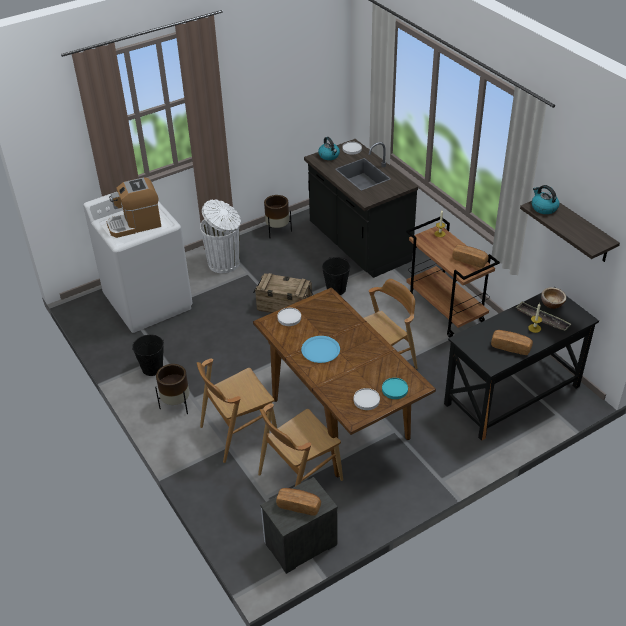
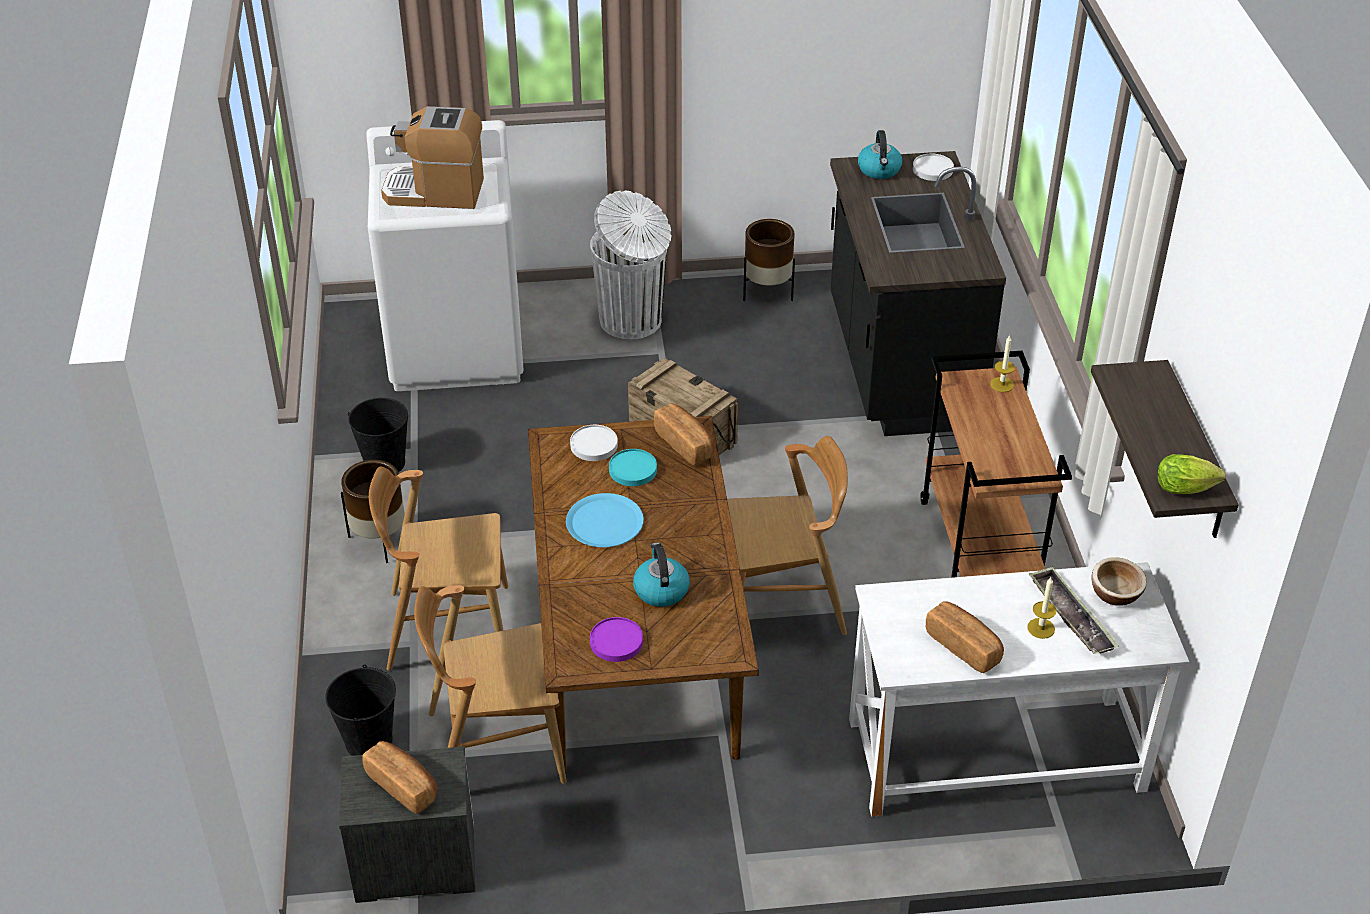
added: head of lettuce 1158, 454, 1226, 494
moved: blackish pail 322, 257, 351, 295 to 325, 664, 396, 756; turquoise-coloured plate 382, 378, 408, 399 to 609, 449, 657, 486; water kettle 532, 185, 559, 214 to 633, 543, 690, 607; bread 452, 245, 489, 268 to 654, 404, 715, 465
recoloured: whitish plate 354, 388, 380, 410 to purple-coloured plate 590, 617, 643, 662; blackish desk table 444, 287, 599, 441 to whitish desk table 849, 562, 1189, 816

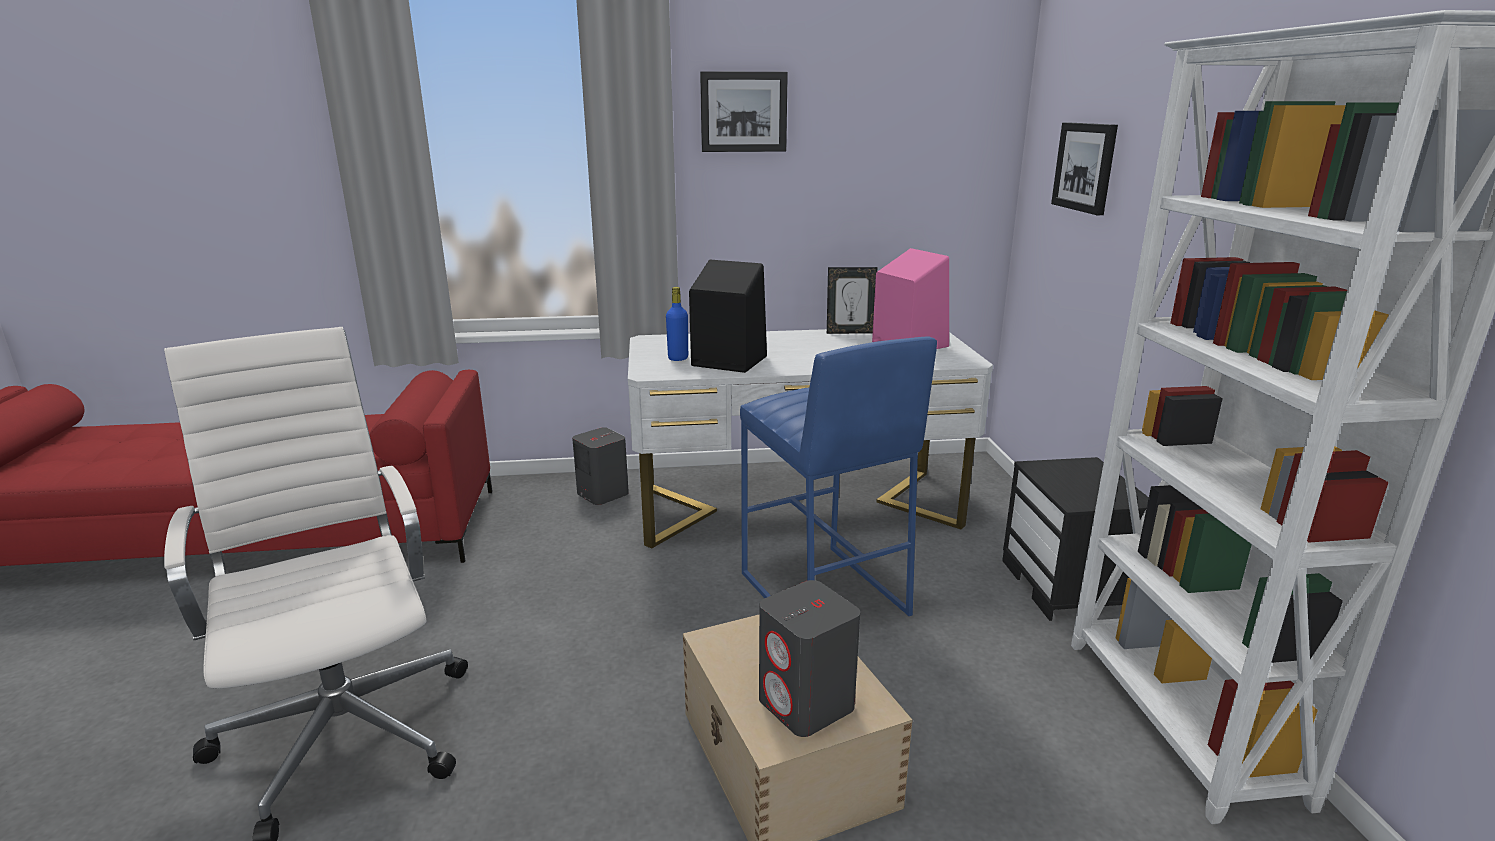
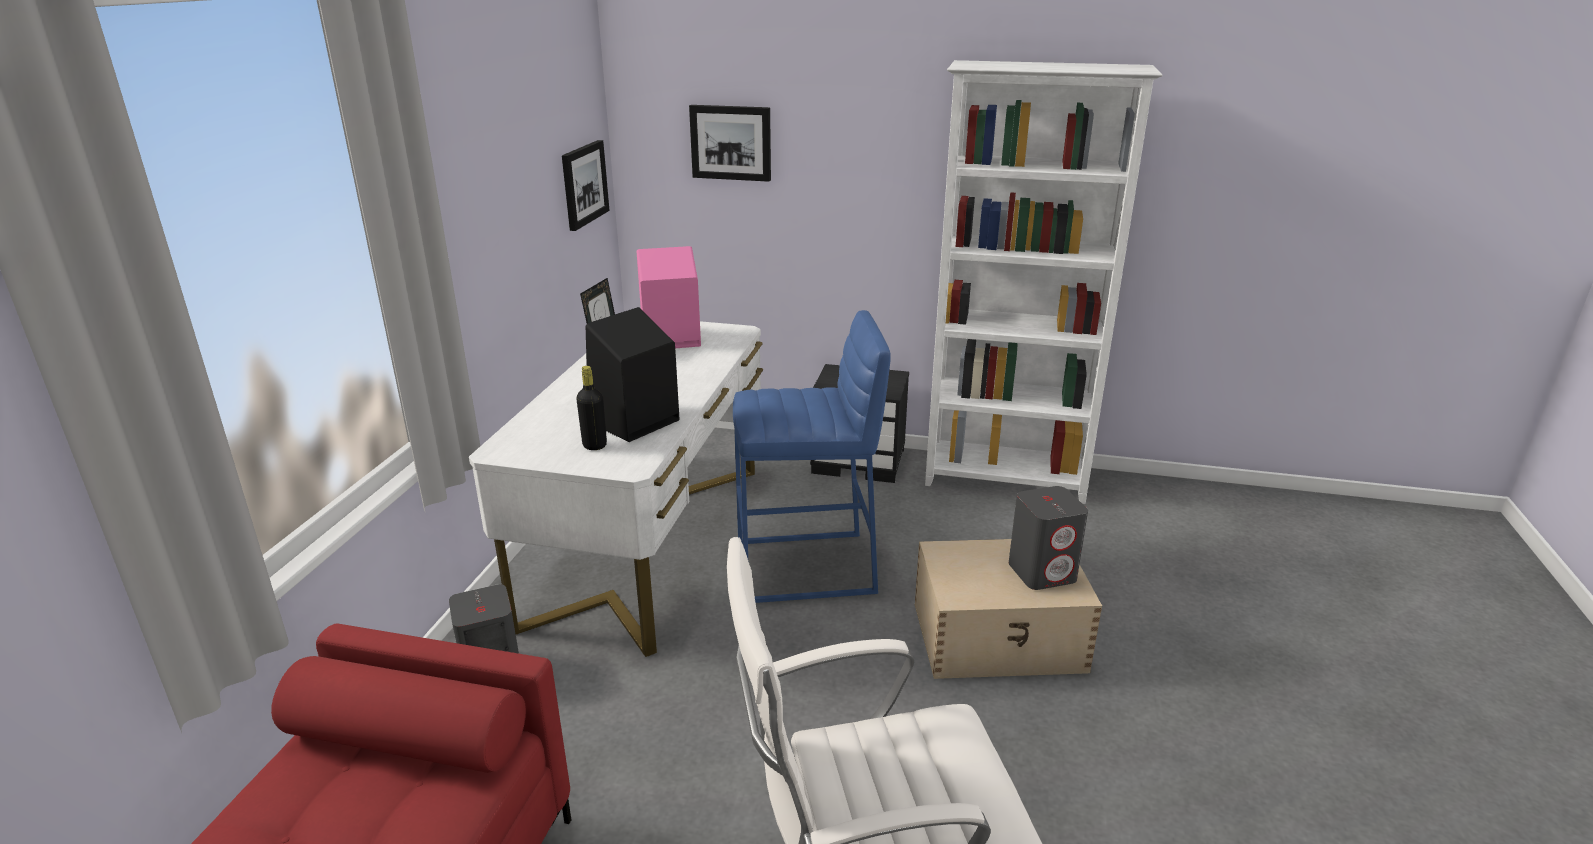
moved: wall art 700, 71, 788, 152 to 562, 140, 610, 231
recoloured: bluish bottle 666, 287, 688, 361 to blackish bottle 576, 366, 607, 450

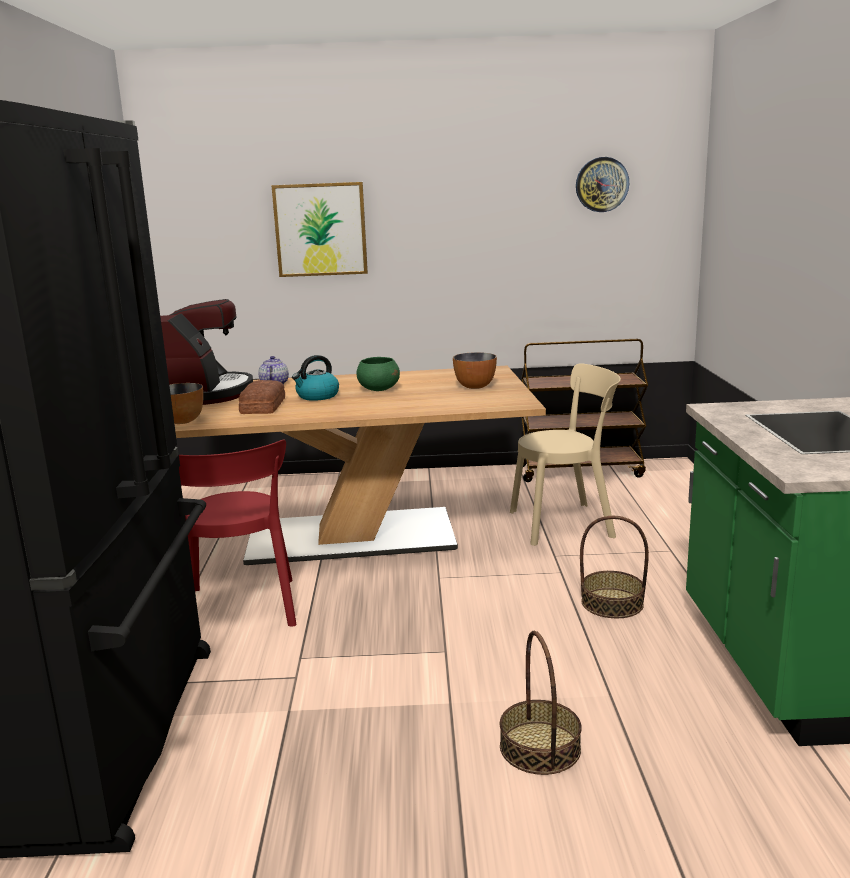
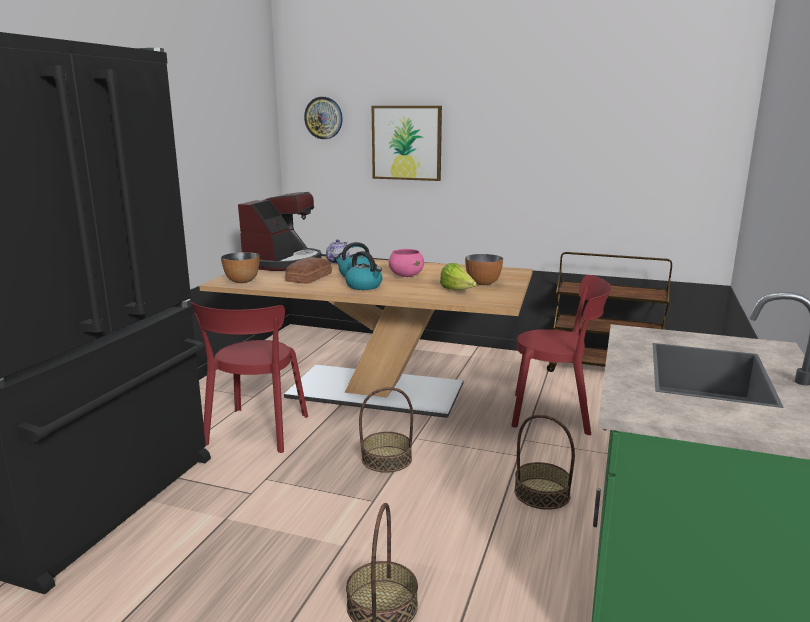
added: water kettle 345, 251, 382, 290; storage basket 359, 387, 413, 473; head of lettuce 440, 263, 477, 290
moved: clock on the wall 576, 157, 629, 212 to 304, 97, 343, 139
recoloured: green-coloured bowl 356, 357, 400, 391 to pink bowl 389, 249, 424, 277; beige-coloured upright chair 510, 364, 621, 546 to red upright chair 511, 275, 612, 435

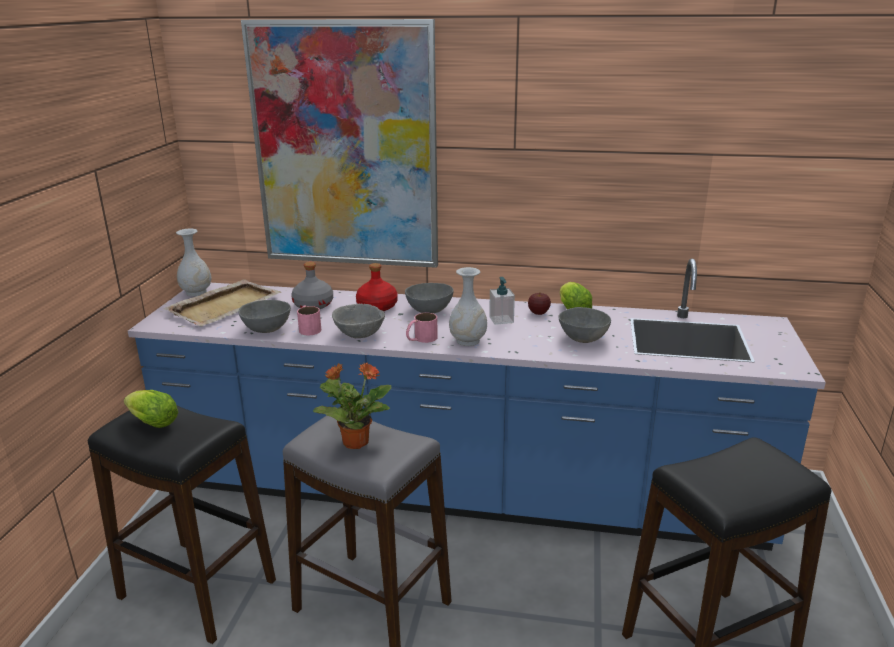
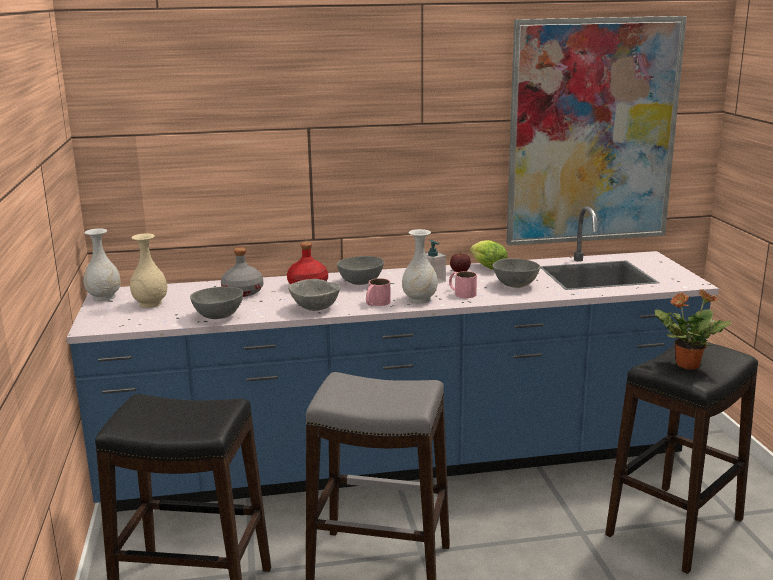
removed: head of lettuce 124, 390, 178, 428
moved: pink tea mug 297, 305, 321, 335 to 449, 271, 477, 298; wall art 241, 19, 438, 268 to 506, 16, 687, 246; plant in a pot 313, 362, 391, 449 to 655, 290, 732, 370
replaced: beige-coloured serving tray 163, 279, 281, 326 to beige-coloured vase 130, 233, 167, 308

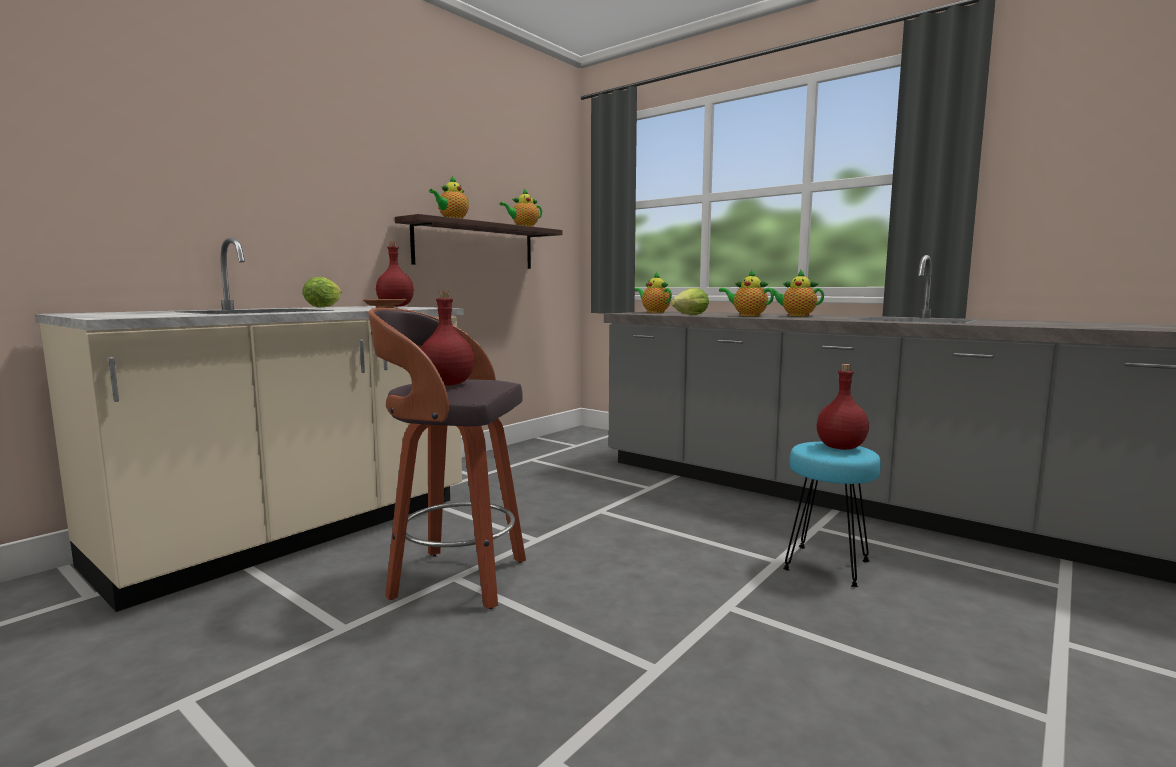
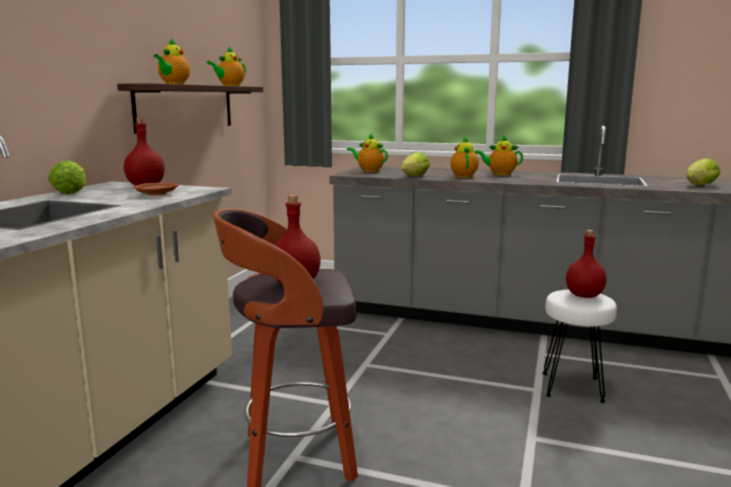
added: head of lettuce 687, 158, 720, 185
recoloured: turquoise-coloured stool seat 783, 442, 881, 587 to whitish stool seat 542, 290, 617, 403
turned: teapot 719, 269, 774, 316 = 450, 136, 479, 178 75 degrees clockwise

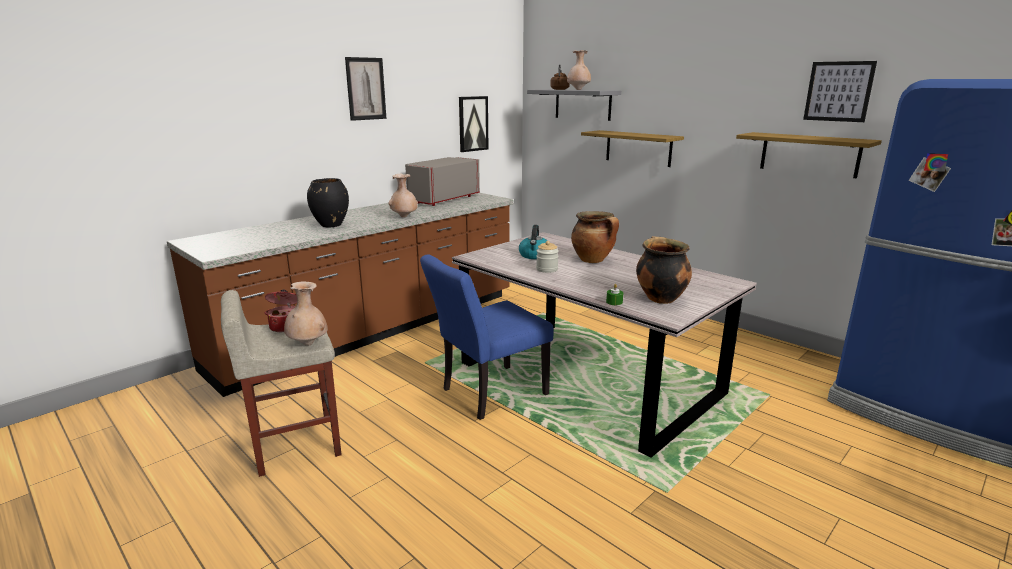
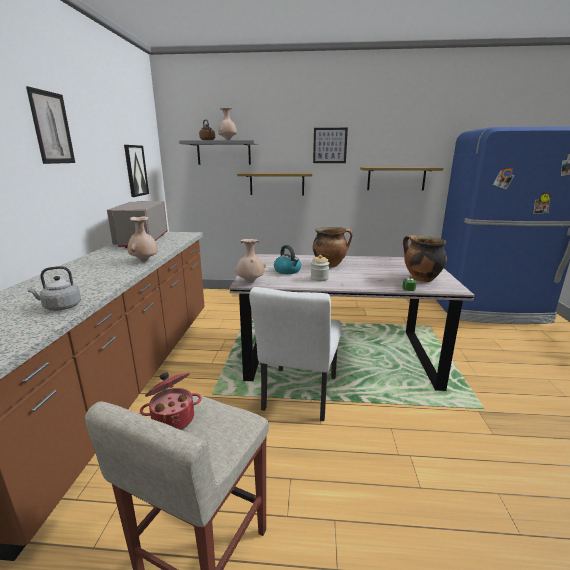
removed: blackish vase 307, 178, 349, 227
added: gray water kettle 27, 266, 81, 311
moved: beige-coloured vase 284, 281, 328, 346 to 235, 239, 266, 283; wall art 803, 61, 877, 122 to 313, 128, 348, 163
recoloured: bluish upright chair 420, 254, 553, 420 to whitish upright chair 249, 287, 341, 421

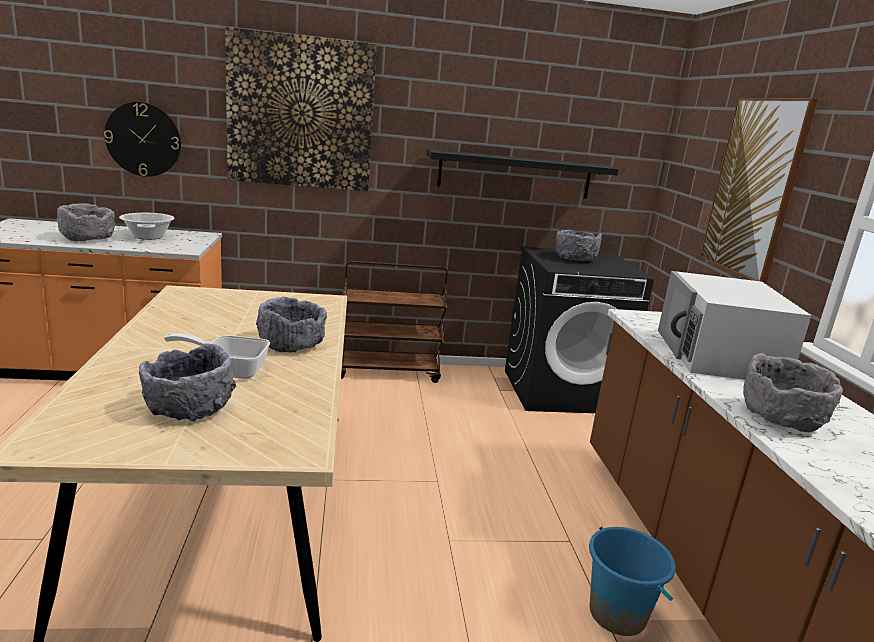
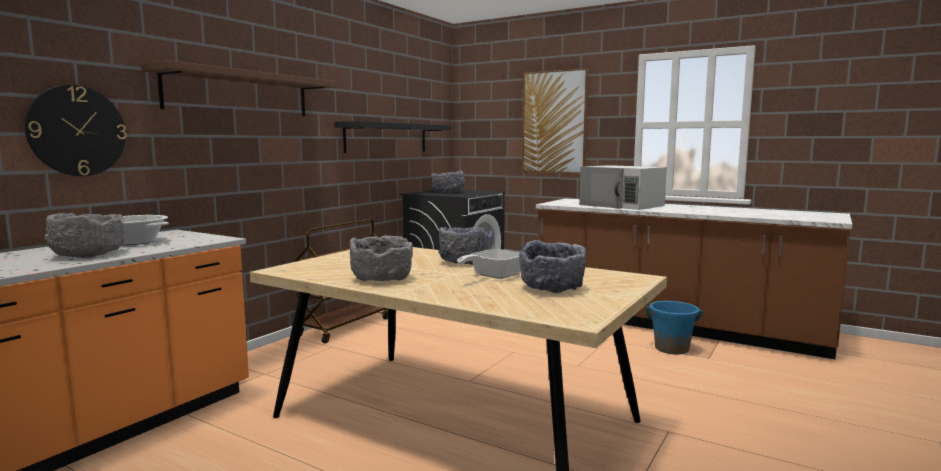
moved: gray bowl 743, 353, 843, 432 to 350, 236, 413, 281
replaced: wall art 225, 27, 377, 191 to brown bracket shelf 141, 60, 338, 116

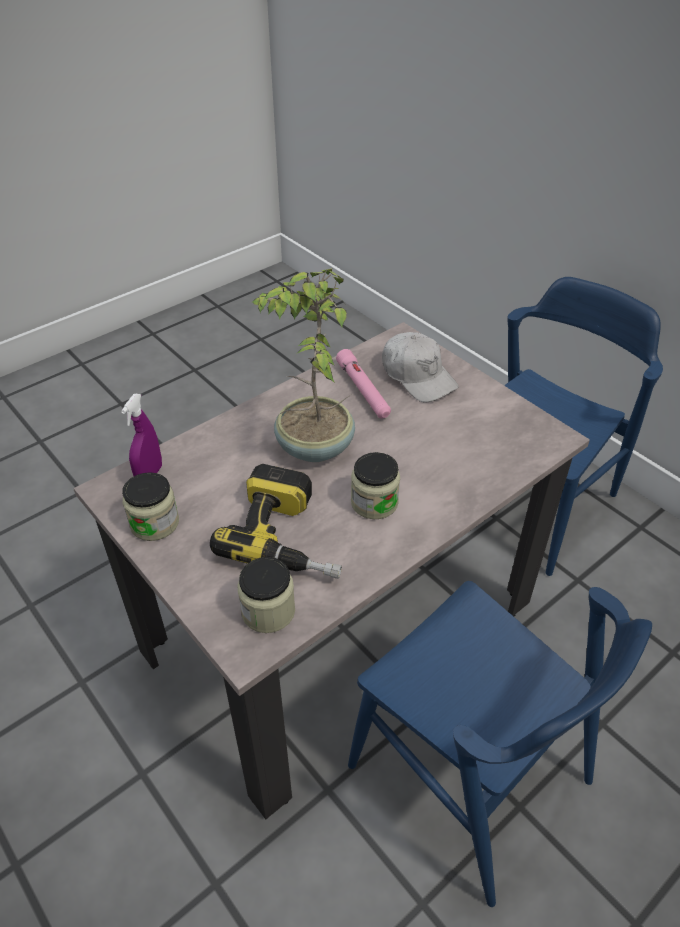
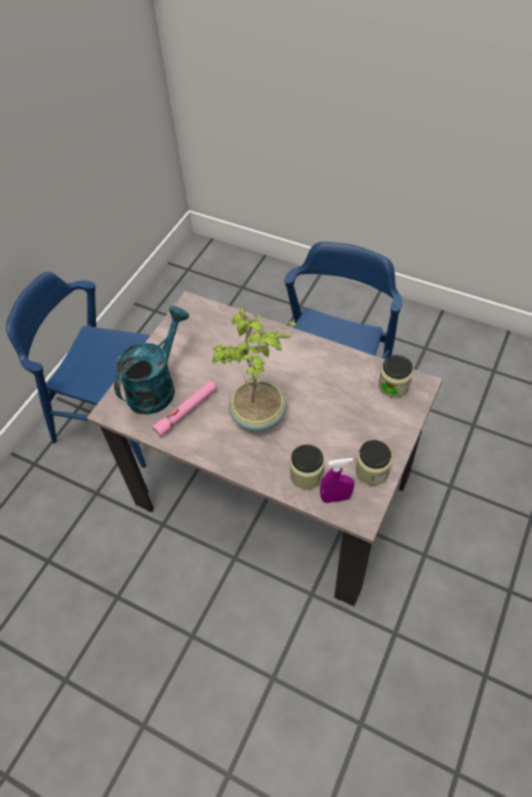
removed: electric drill 210, 464, 342, 579
moved: jar 351, 452, 400, 519 to 290, 444, 325, 490
replaced: whitish baseball cap 382, 332, 458, 402 to turquoise-coloured sprinkling can 114, 306, 189, 415

